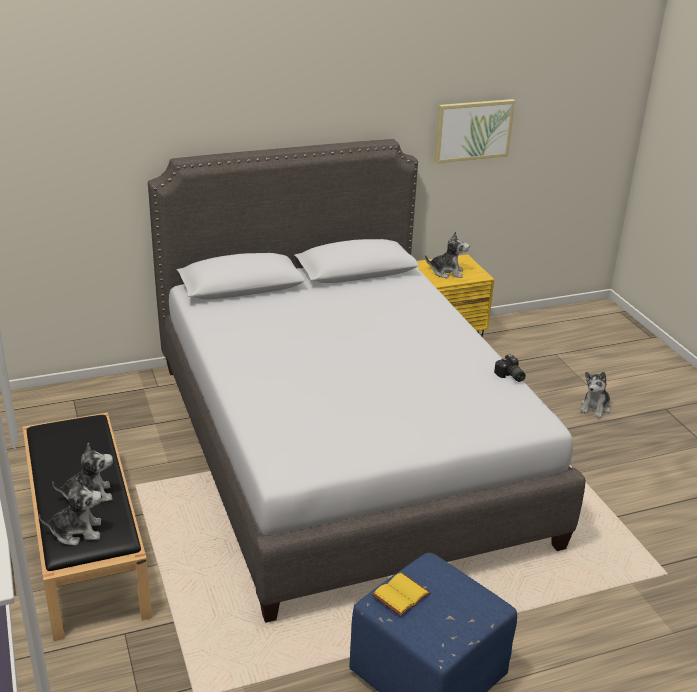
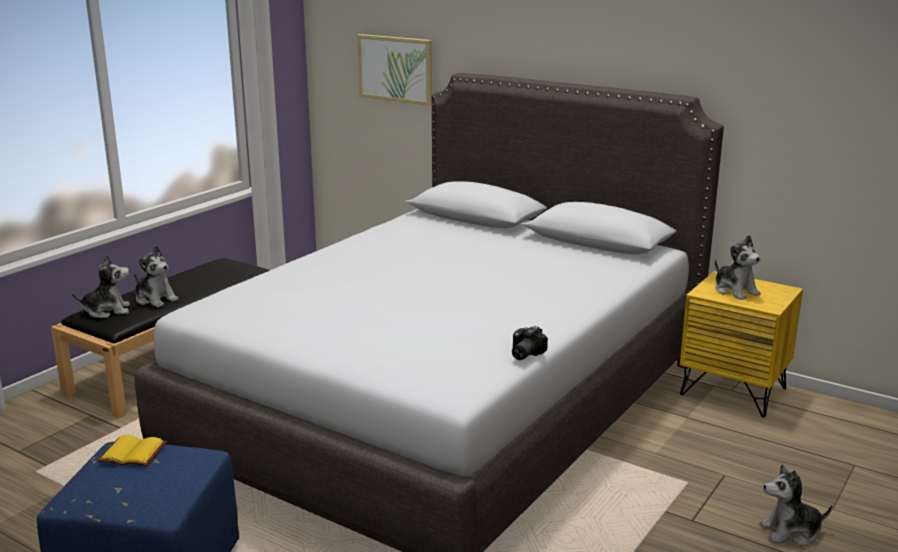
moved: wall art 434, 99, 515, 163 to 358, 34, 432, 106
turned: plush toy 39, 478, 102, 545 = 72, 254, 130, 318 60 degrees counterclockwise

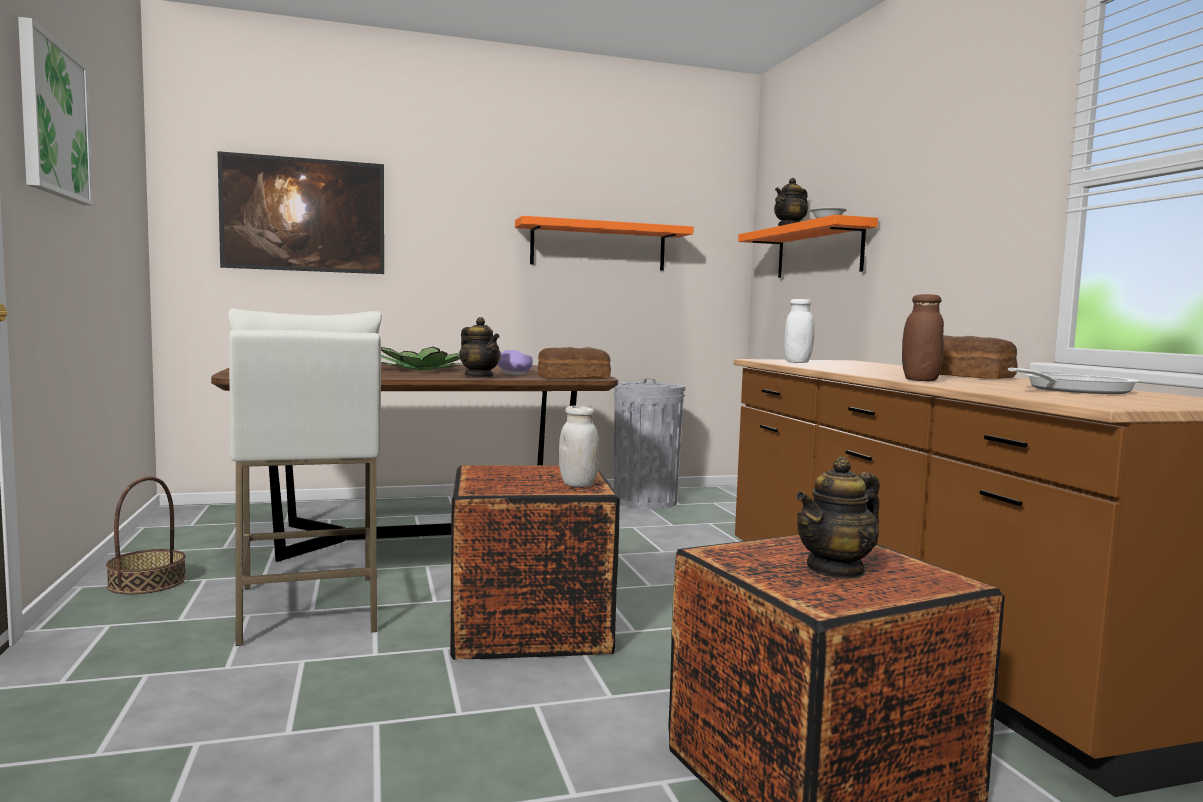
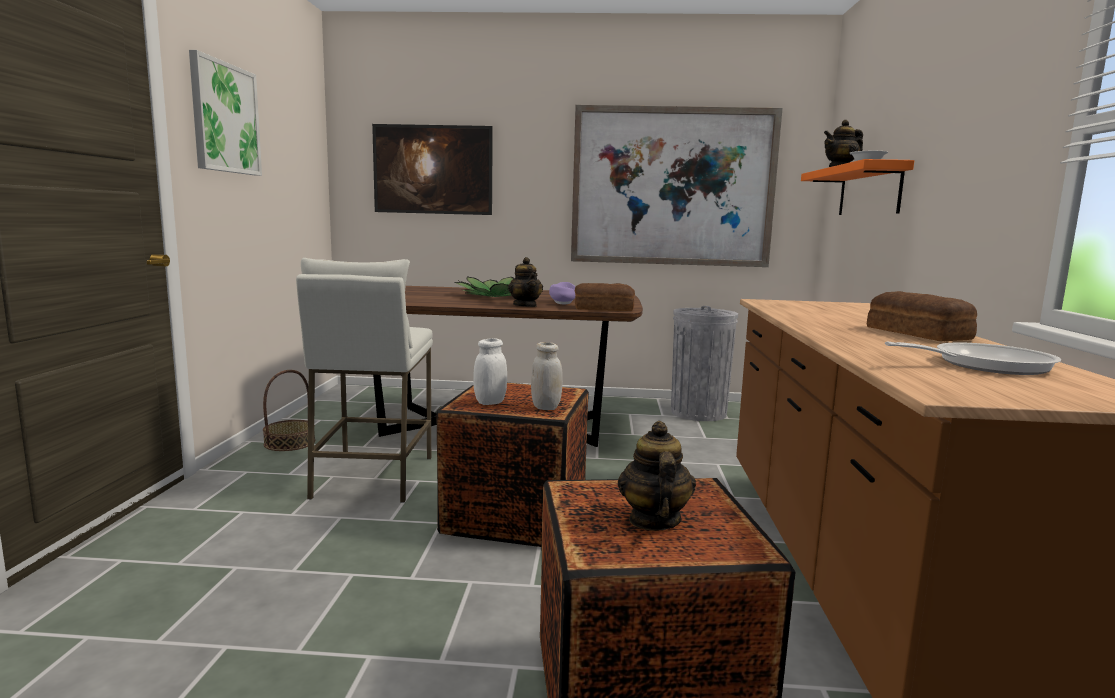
removed: brown jar 902, 294, 944, 381
moved: whitish jar 784, 299, 814, 363 to 473, 338, 507, 405
replaced: orange-coloured bracket shelf 515, 216, 694, 270 to wall art 571, 105, 783, 267
turned: teapot 796, 457, 880, 579 = 618, 421, 696, 531 105 degrees clockwise

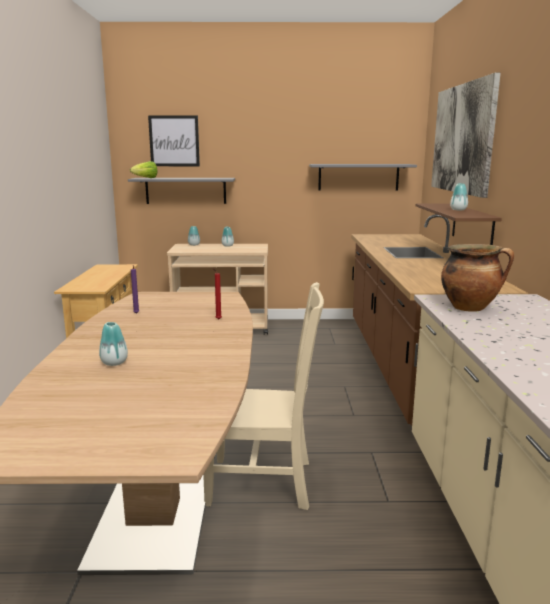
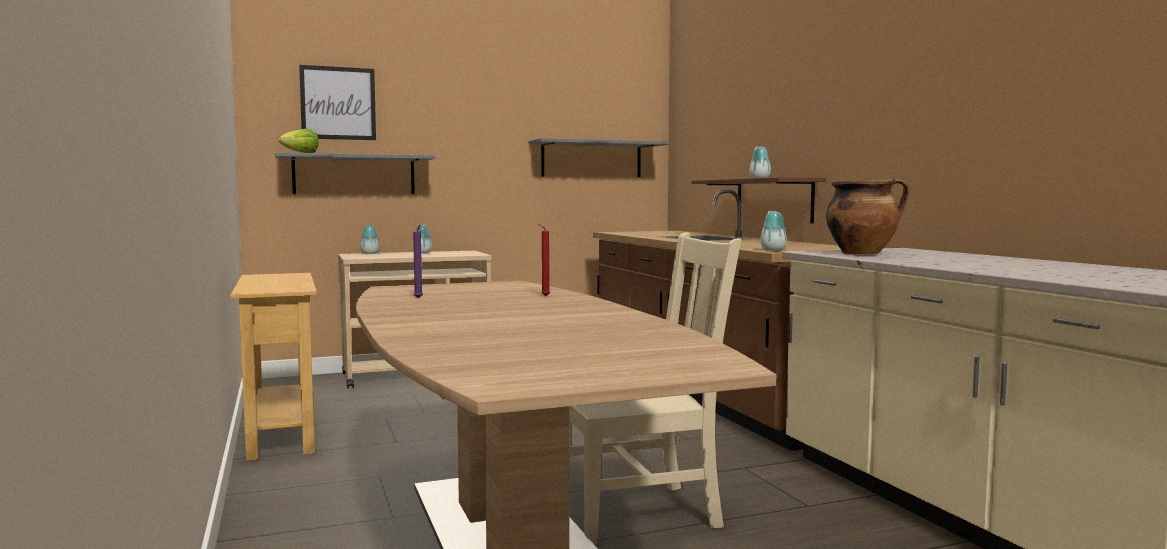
removed: wall art 431, 73, 501, 198
moved: vase 99, 322, 128, 366 to 760, 211, 787, 251

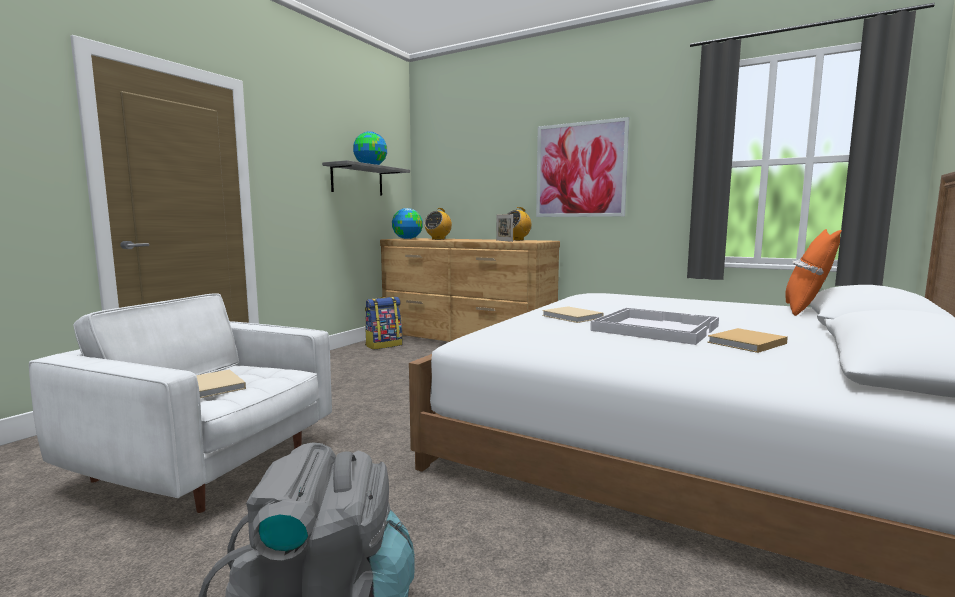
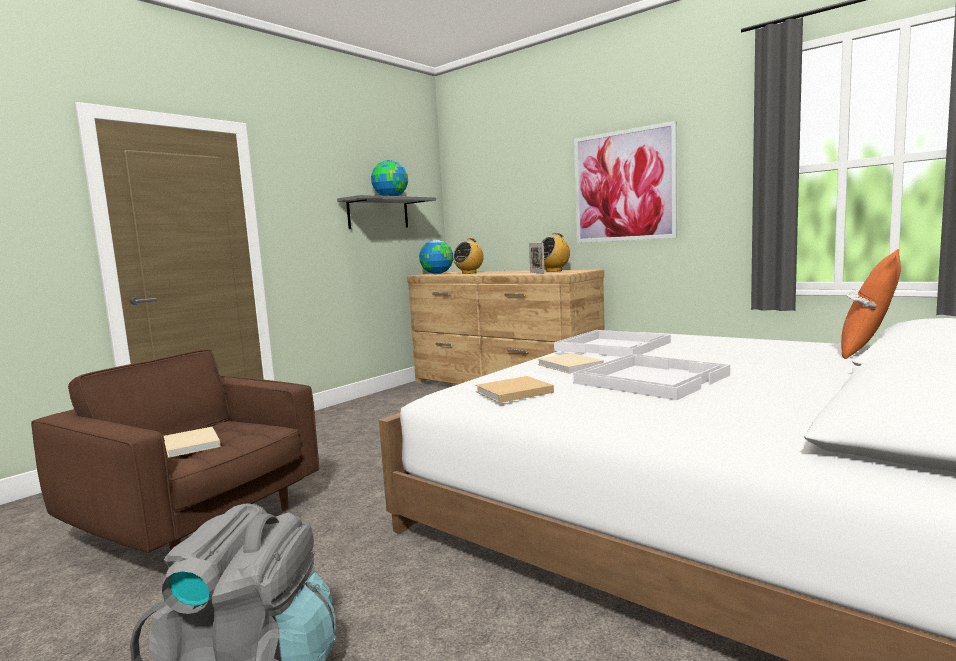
removed: knapsack 365, 297, 402, 350
added: whitish serving tray 554, 330, 671, 357
moved: beige-coloured book 707, 328, 788, 353 to 475, 376, 554, 403
recoloured: whitish lounge chair 29, 293, 332, 513 to brown lounge chair 31, 349, 319, 553

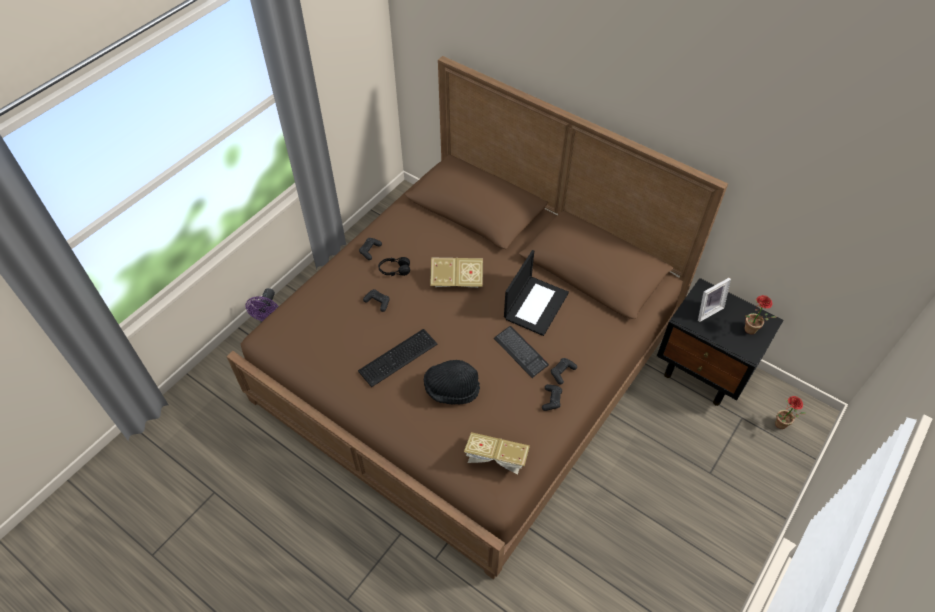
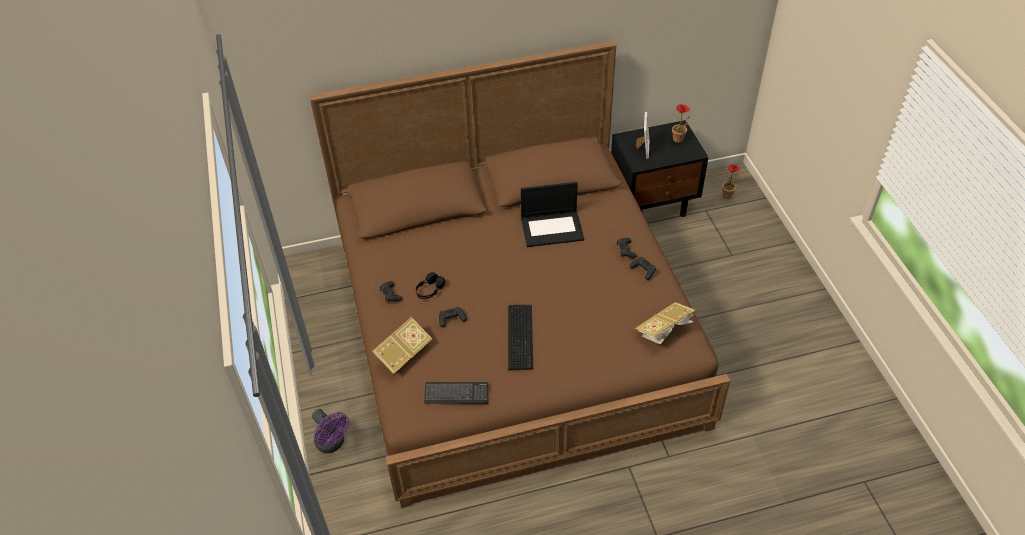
removed: blackish hat 424, 360, 480, 404
moved: book 430, 258, 483, 288 to 372, 317, 432, 374; keyboard 494, 326, 549, 378 to 424, 382, 488, 404
turned: notebook computer 504, 250, 569, 336 = 521, 182, 584, 247 105 degrees clockwise

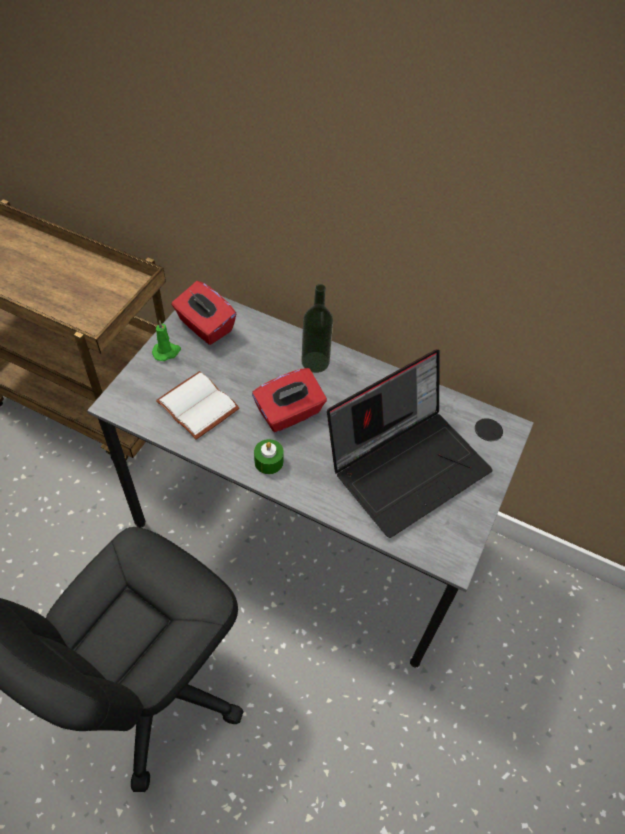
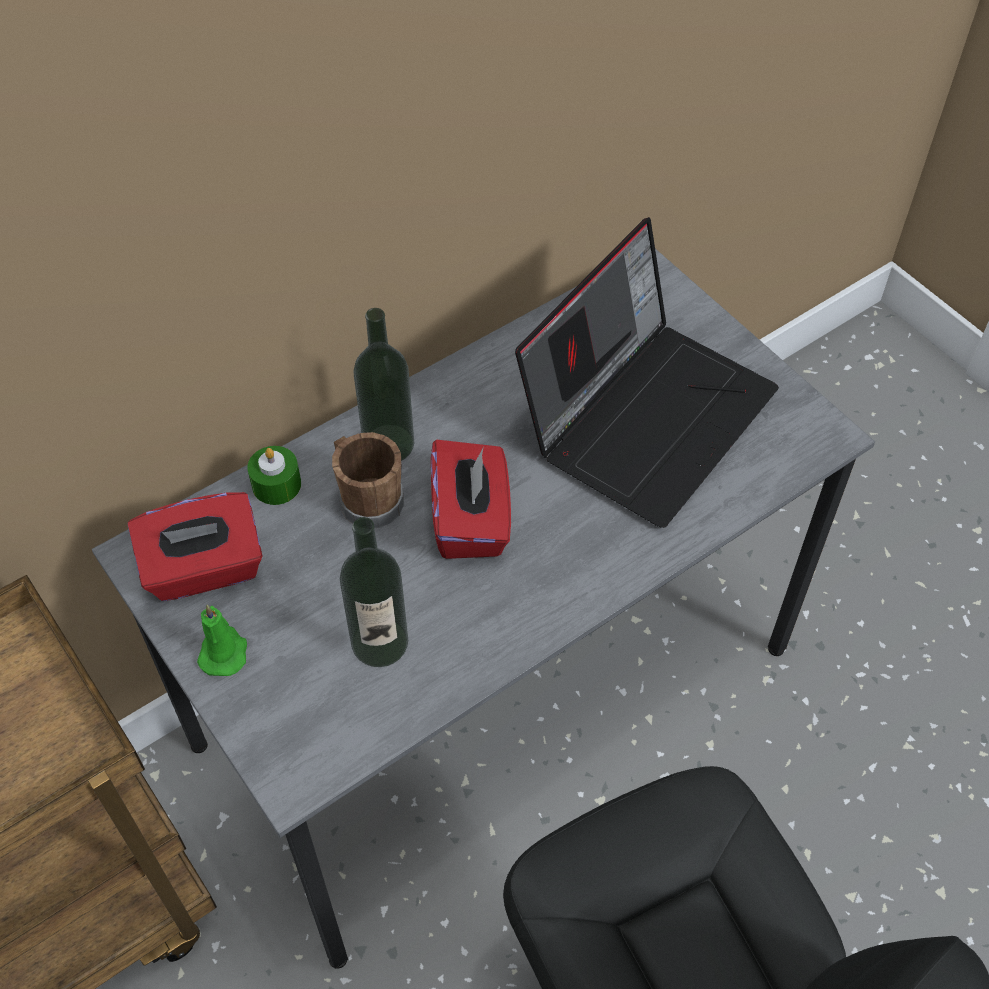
added: brown tea mug 332, 432, 404, 528
moved: green-coloured wax candle 254, 439, 284, 474 to 247, 446, 301, 505
replaced: whitish book 156, 371, 240, 440 to bottle 340, 517, 408, 667
turned: notebook computer 327, 349, 493, 538 = 515, 217, 779, 528 45 degrees clockwise

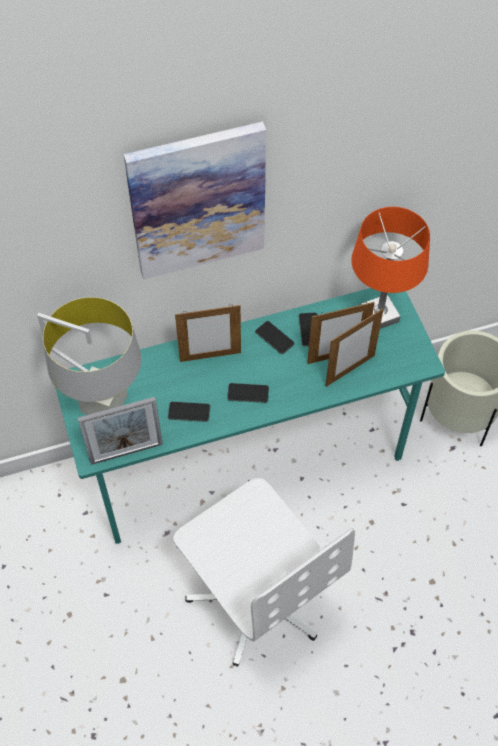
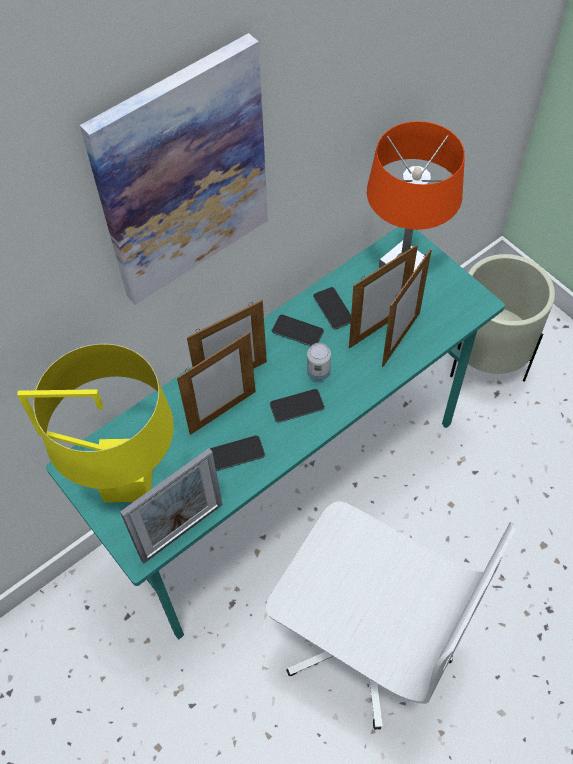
added: photo frame 177, 332, 255, 435; can 307, 343, 331, 381
recoloured: gray lamp for a table 37, 297, 141, 415 to yellow lamp for a table 17, 344, 174, 502

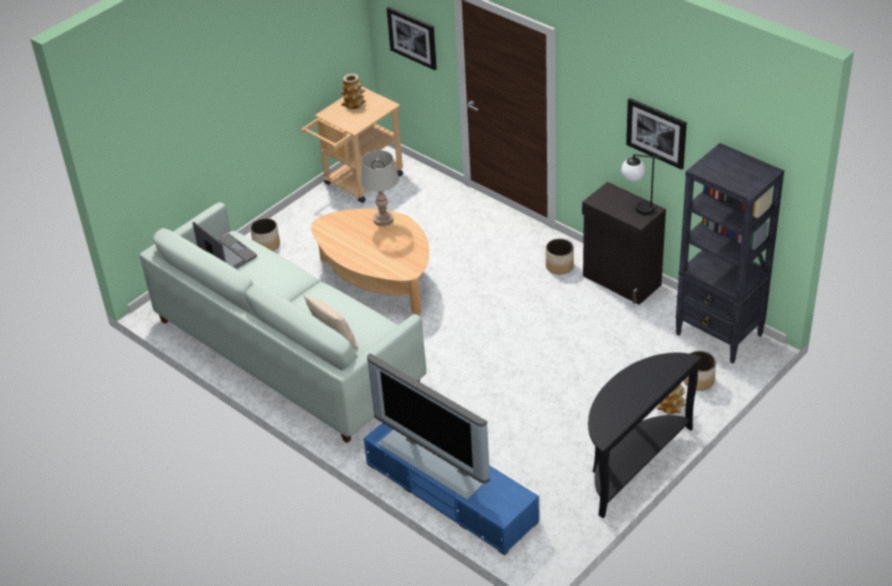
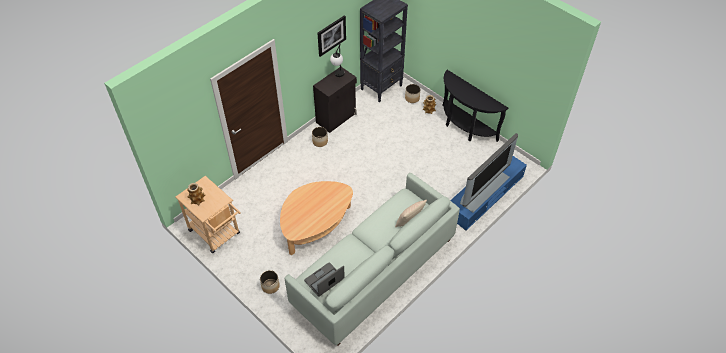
removed: gray lamp for a table 360, 150, 399, 226; wall art 387, 7, 437, 70

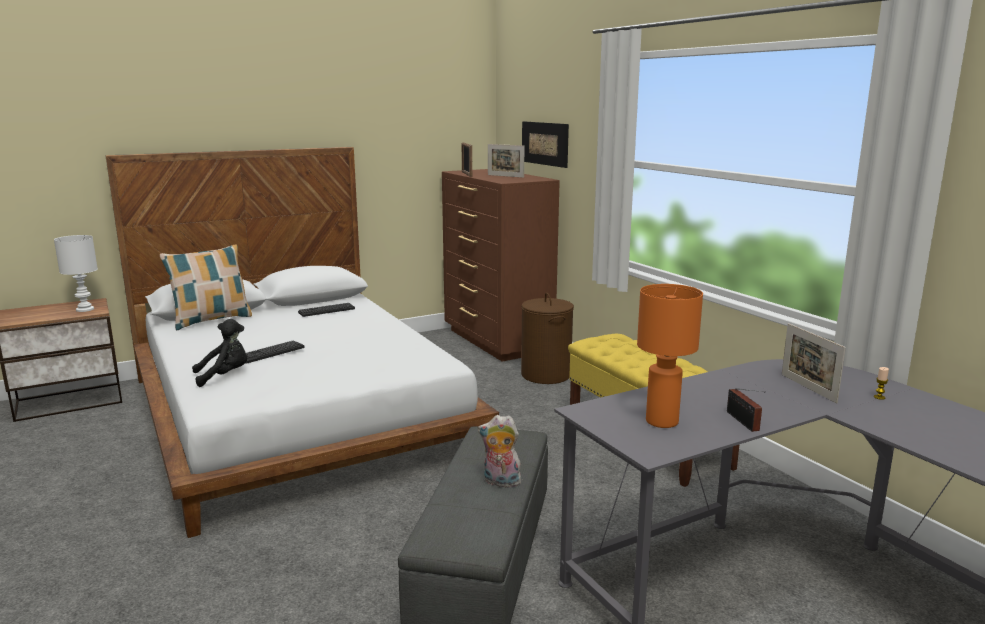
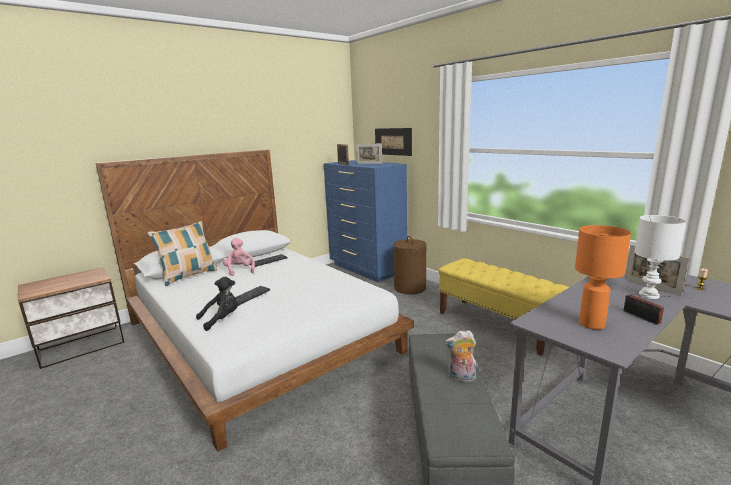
added: pink plush toy 222, 238, 255, 276
moved: whitish lamp for a table 54, 235, 98, 312 to 634, 215, 686, 299
recoloured: brown drawer chest 442, 169, 560, 361 to bluish drawer chest 324, 160, 407, 282

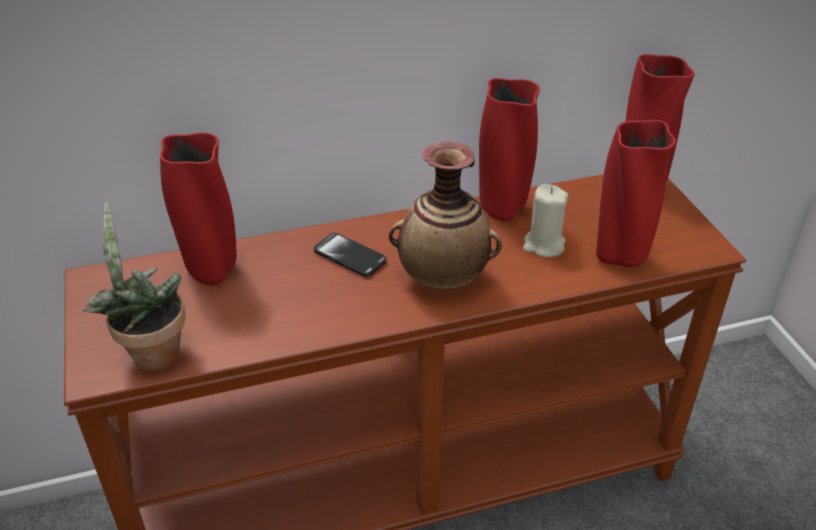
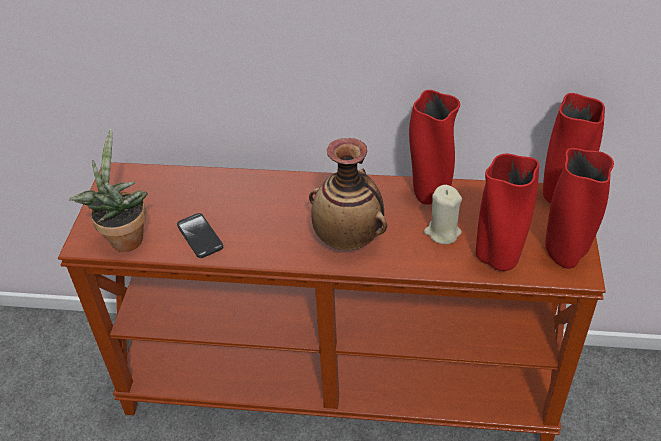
moved: telephone 314, 233, 387, 277 to 177, 213, 223, 258; red vase 160, 133, 237, 286 to 545, 148, 614, 268

